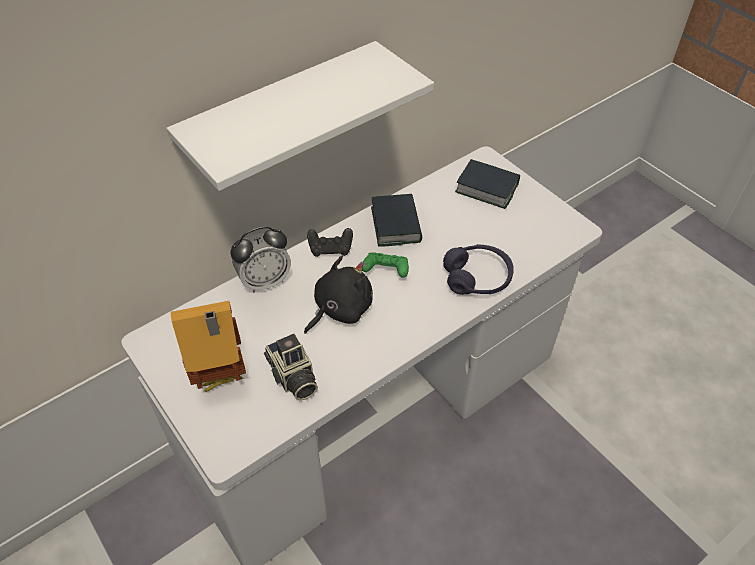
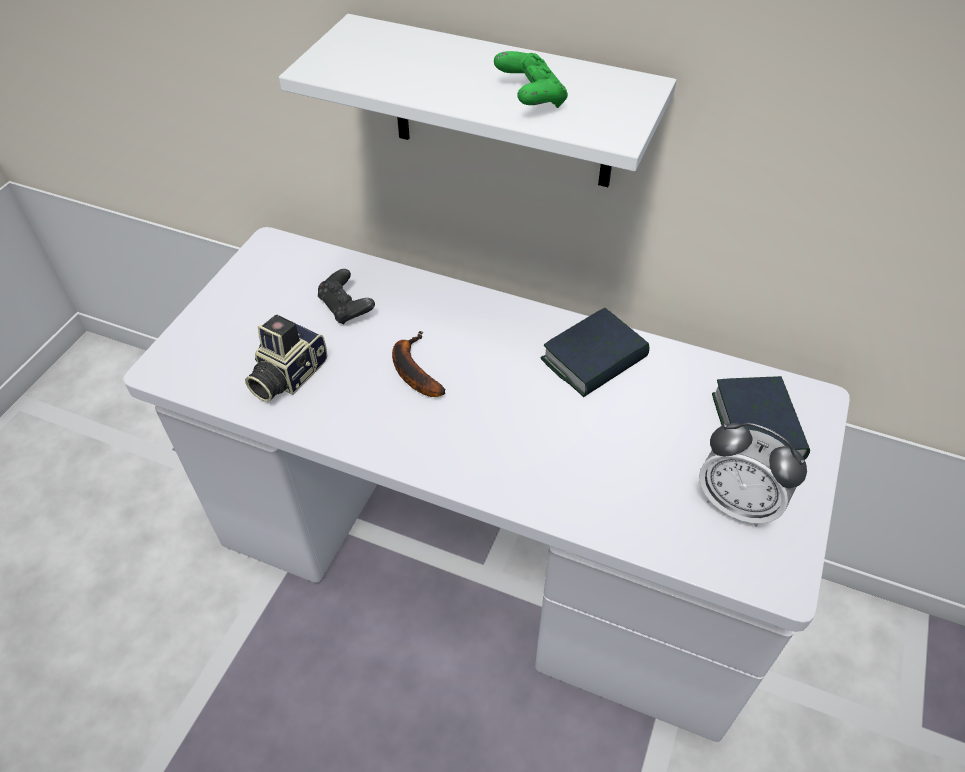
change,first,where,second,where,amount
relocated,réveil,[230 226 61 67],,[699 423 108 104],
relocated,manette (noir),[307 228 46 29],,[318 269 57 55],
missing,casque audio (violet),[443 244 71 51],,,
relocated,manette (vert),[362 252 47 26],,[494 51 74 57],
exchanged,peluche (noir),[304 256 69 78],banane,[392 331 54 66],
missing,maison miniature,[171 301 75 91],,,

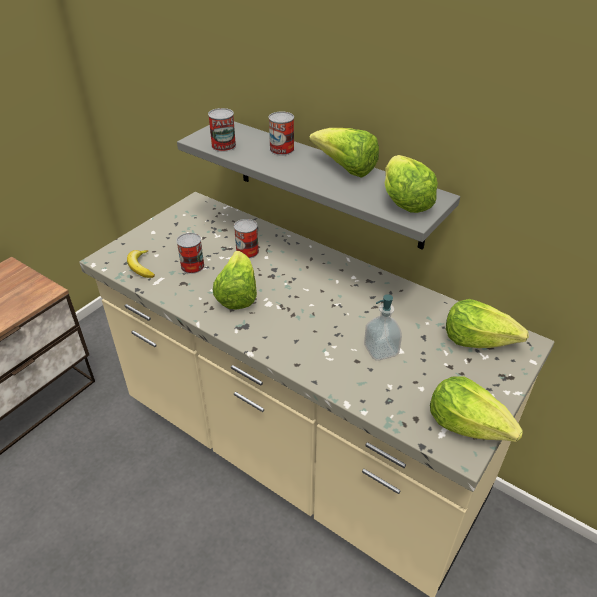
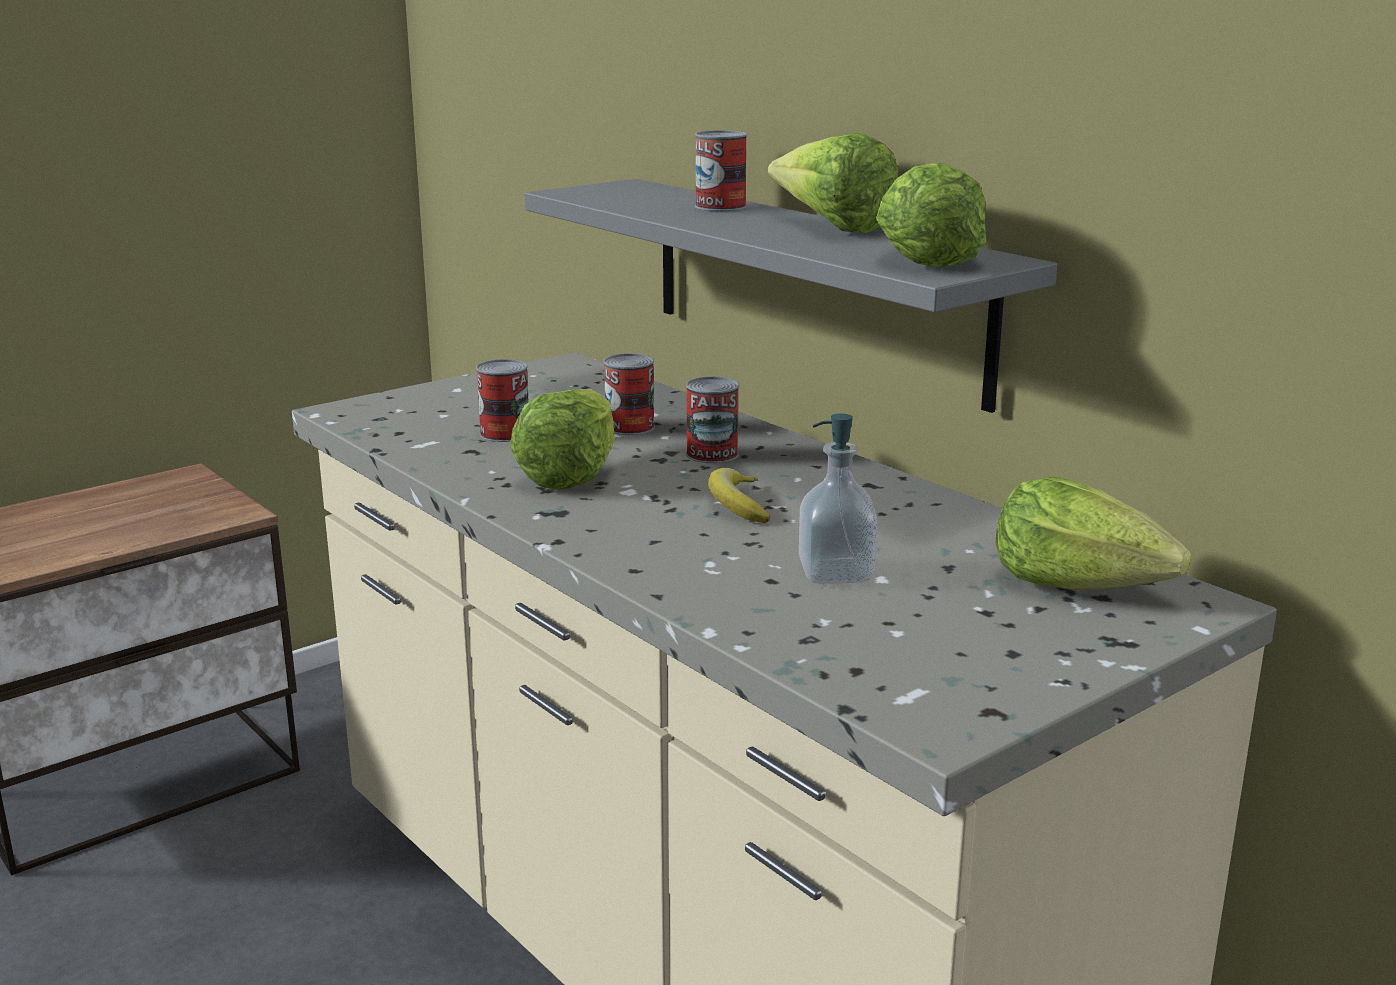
change,first,where,second,where,amount
relocated,boîte métallique,[208 108 28 44],,[686 377 53 86],
relocated,banane,[127 250 28 28],,[708 468 62 55],
missing,laitue,[430 376 93 66],,,

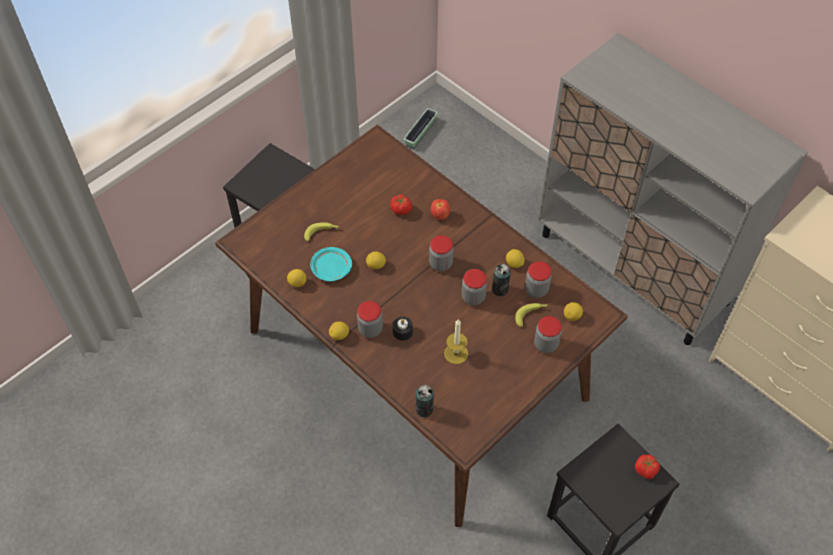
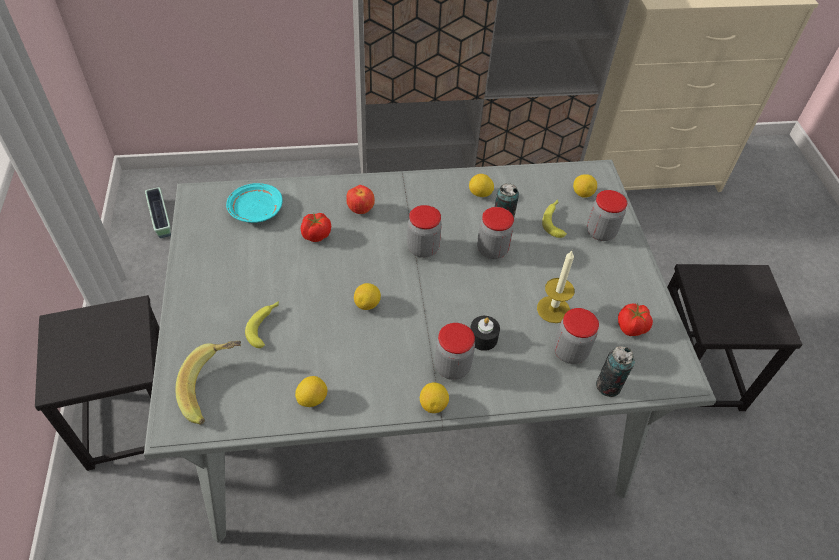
change,first,where,second,where,amount
colour,table à manger (marron),[215 125 413 402],table à manger (gris),[144 160 572 383],
relocated,assiette (turquoise),[310 247 42 35],,[226 183 57 40],
relocated,bocal,[525 261 26 37],,[554 308 45 56],
relocated,tomate,[635 455 25 24],,[618 303 35 33],
appeared,,,banane,[175 341 66 83],

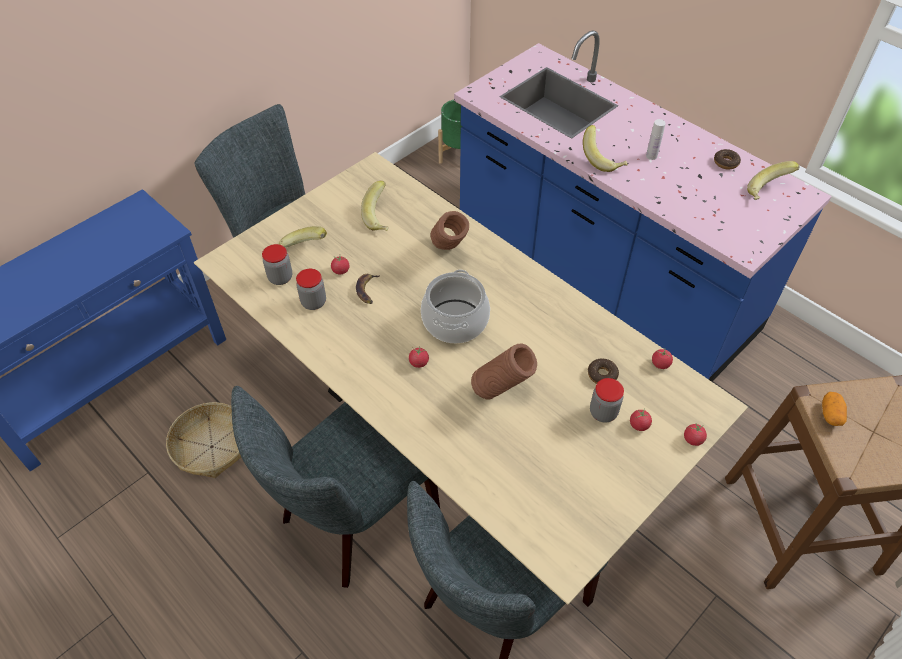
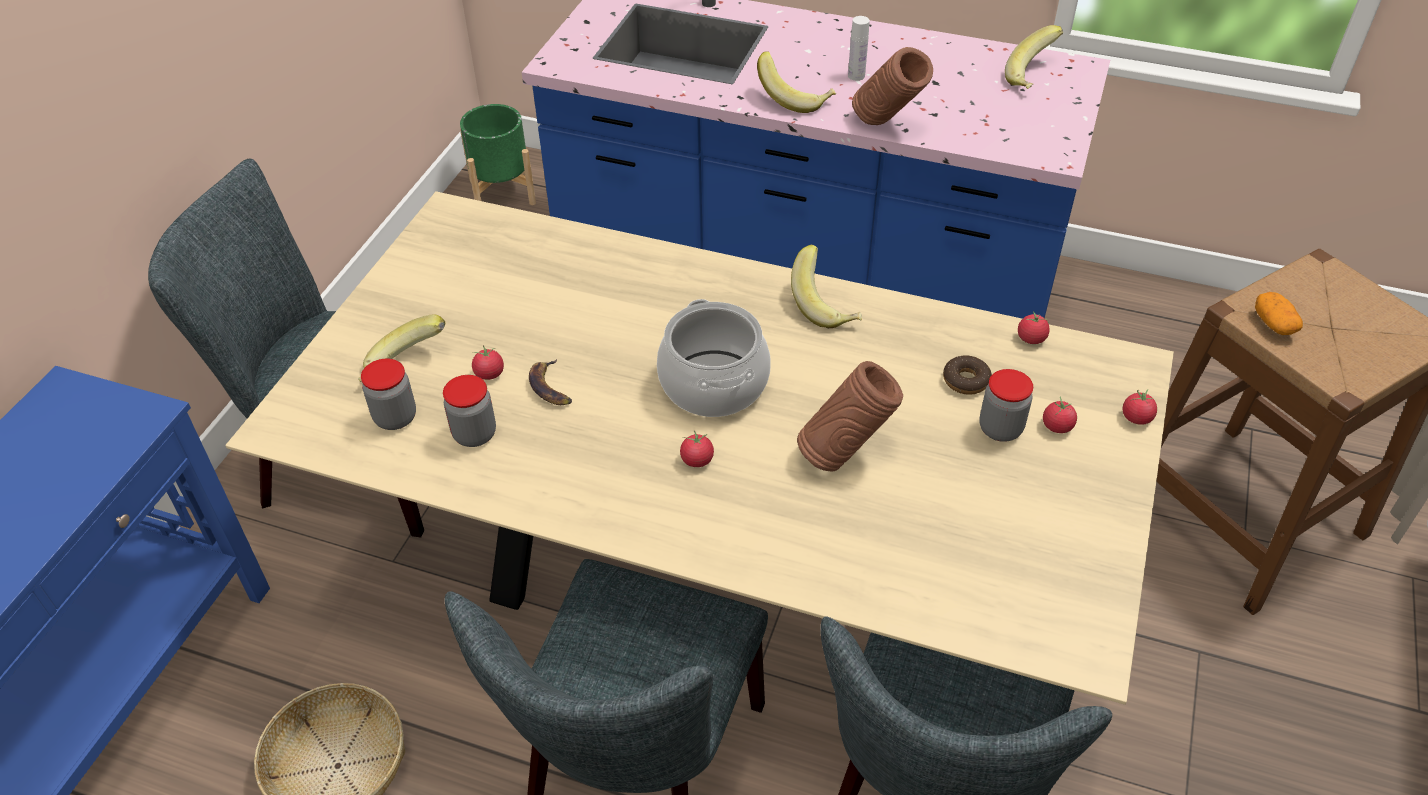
change,first,where,second,where,amount
missing,beignet,[714 149 27 20],,,
relocated,banane,[361 181 28 50],,[791 245 71 83],
relocated,vase (marron),[430 211 39 39],,[852 47 81 78],

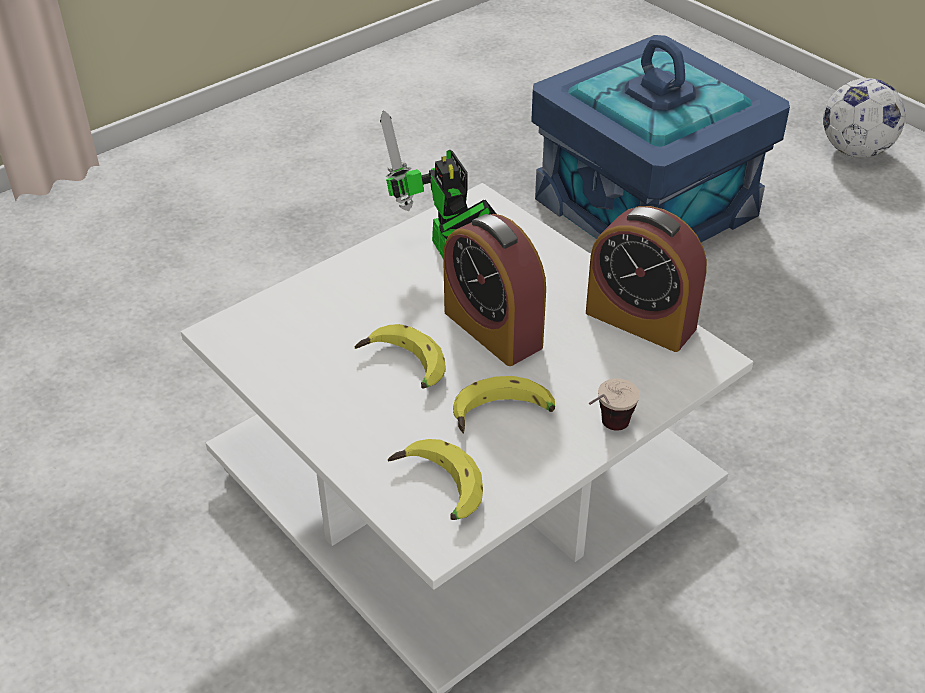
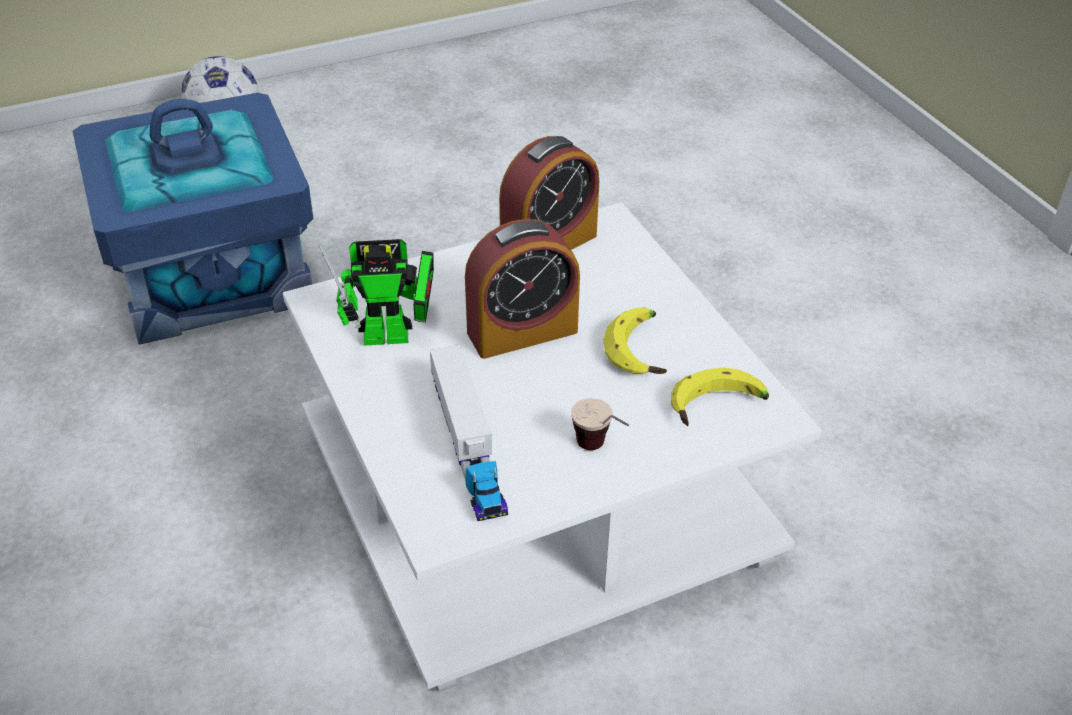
change,first,where,second,where,amount
missing,banane,[355 324 91 65],,,
relocated,tasse,[589 378 51 53],,[571 398 58 52],
appeared,,,camion jouet,[430 345 78 176],

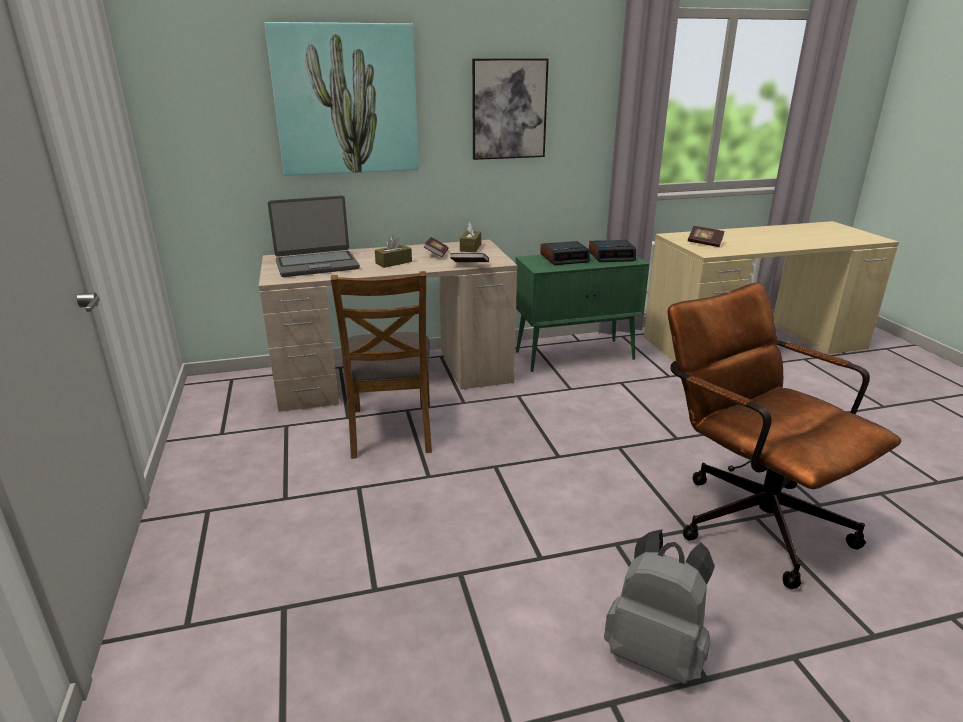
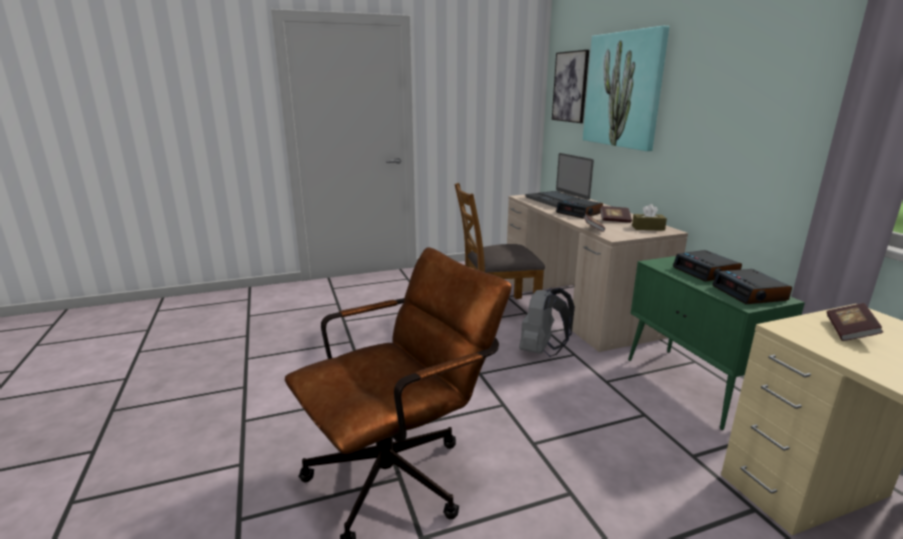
change,first,where,second,where,amount
relocated,tableau,[472 58 77 102],,[552 50 37 73],
exchanged,boîte à mouchoirs (marron),[375 236 37 32],réveil,[556 198 47 21],
relocated,sac à dos (gris),[604 529 111 155],,[519 287 56 70],

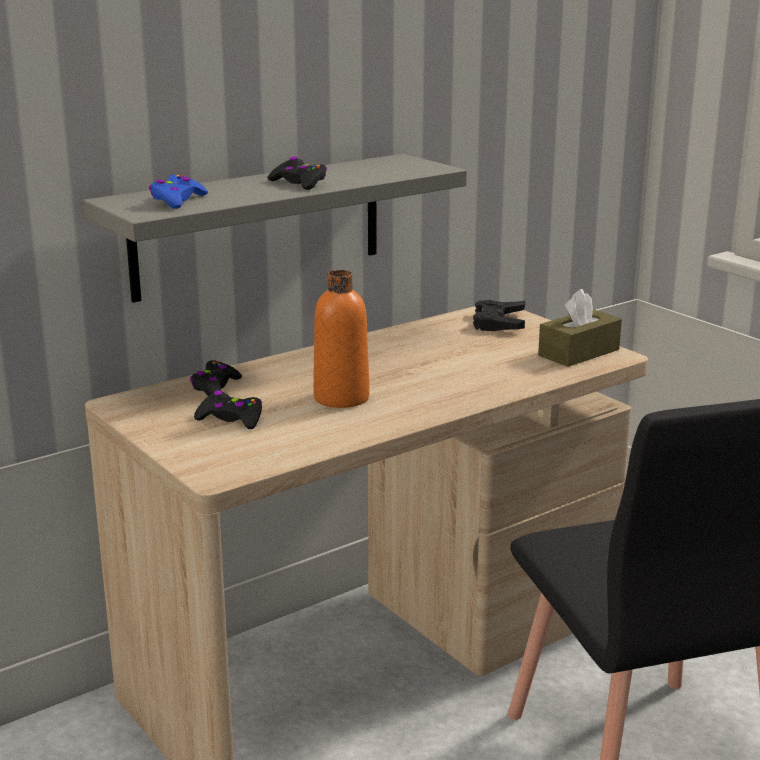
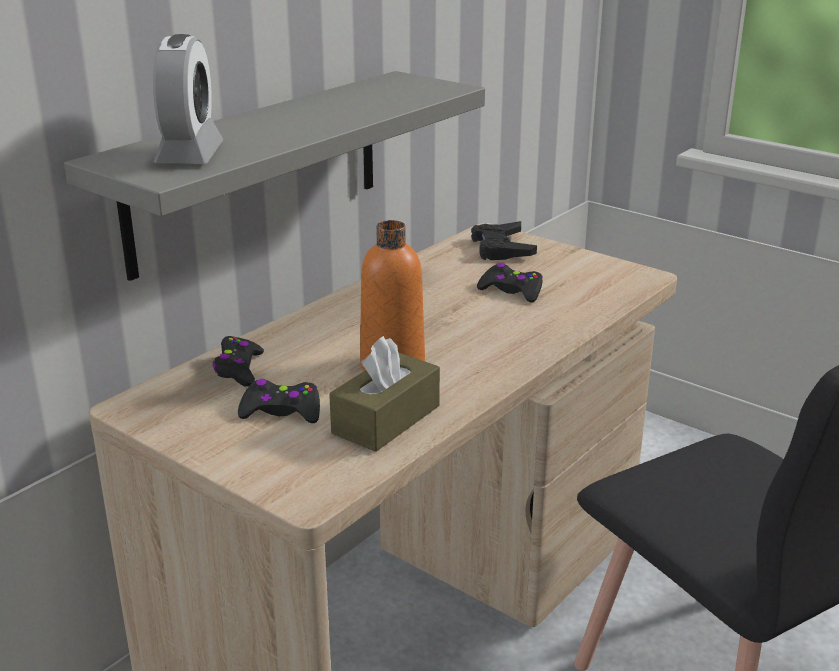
change,first,where,second,where,amount
relocated,manette (noir),[267 156 60 34],,[477 262 66 40],
exchanged,manette (bleu),[149 174 59 35],réveil,[153 34 70 130],
relocated,boîte à mouchoirs (marron),[538 289 84 78],,[329 336 111 116],

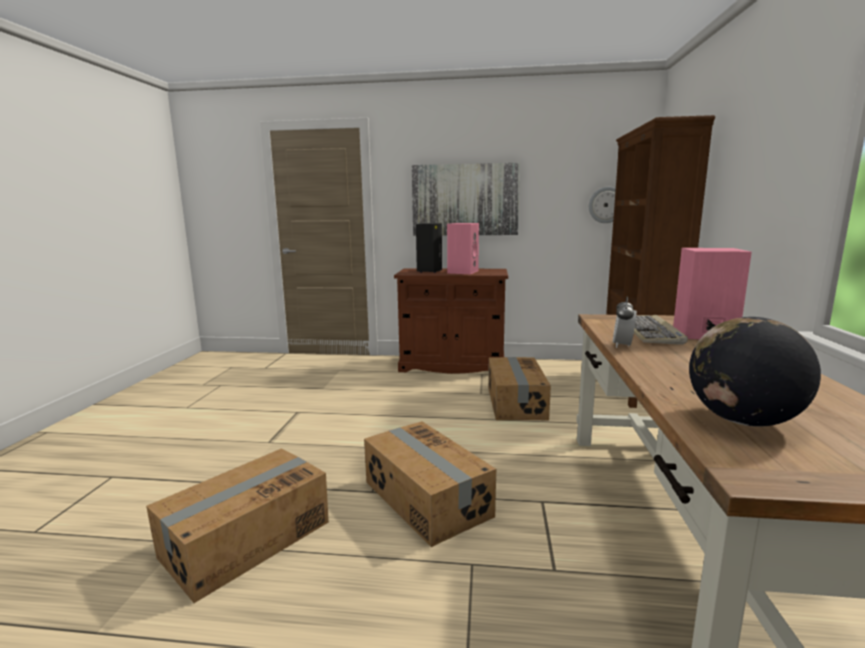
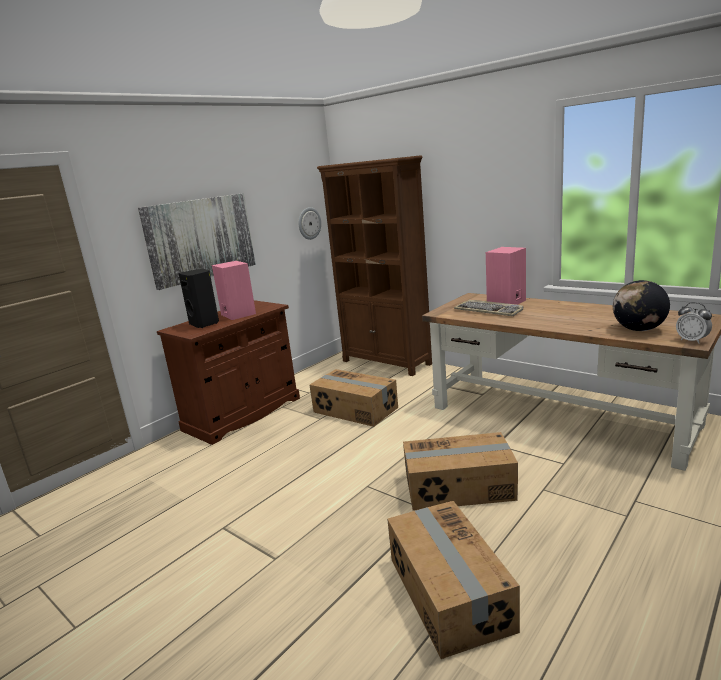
change,first,where,second,where,amount
relocated,réveil,[613 297 24 51],,[676 302 36 42],

